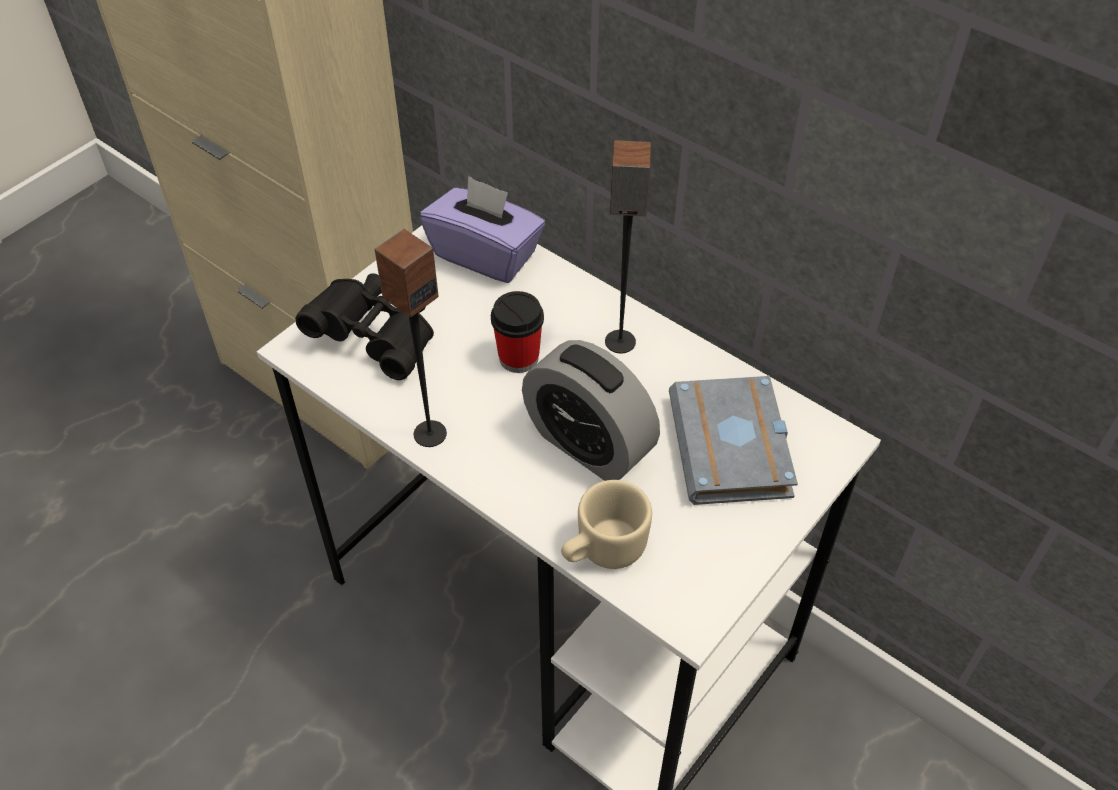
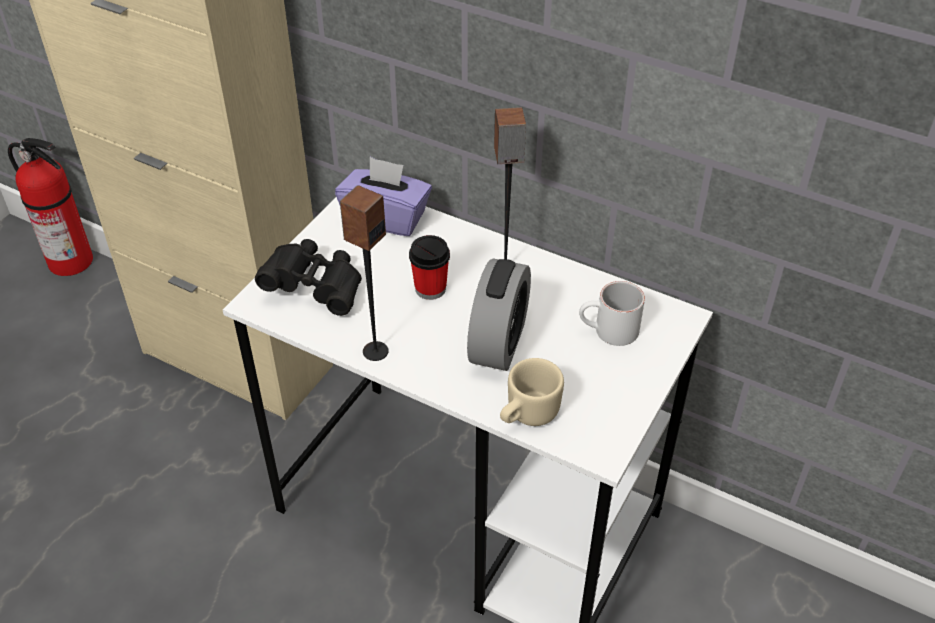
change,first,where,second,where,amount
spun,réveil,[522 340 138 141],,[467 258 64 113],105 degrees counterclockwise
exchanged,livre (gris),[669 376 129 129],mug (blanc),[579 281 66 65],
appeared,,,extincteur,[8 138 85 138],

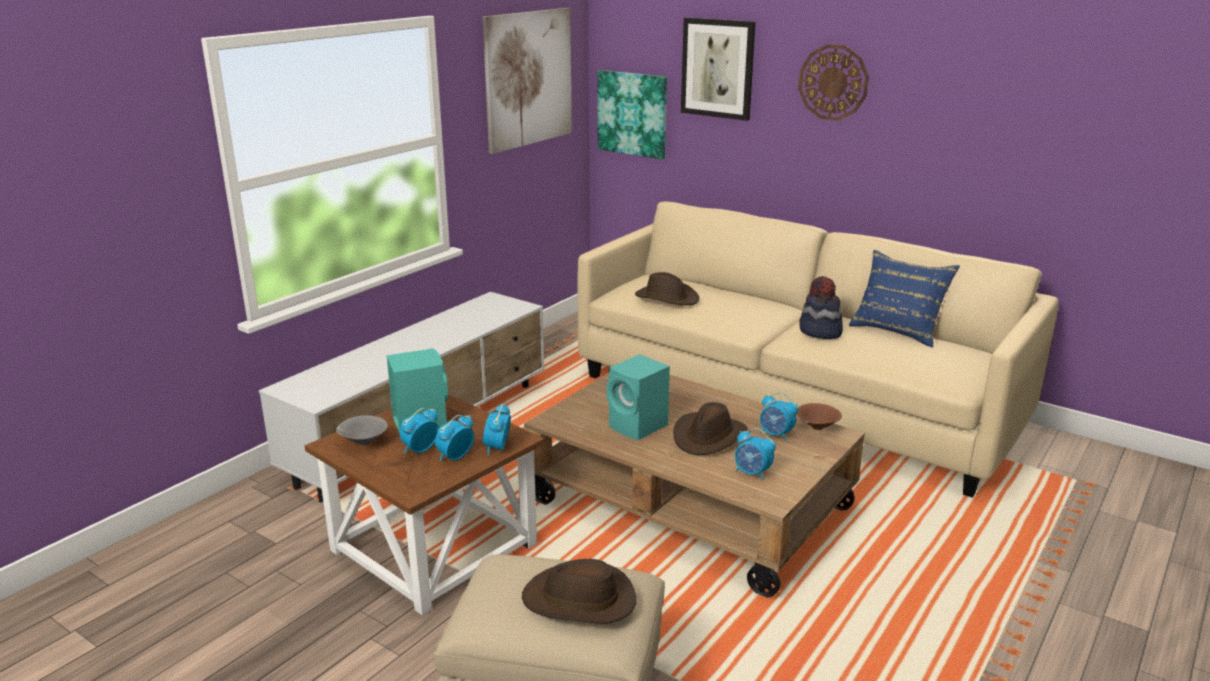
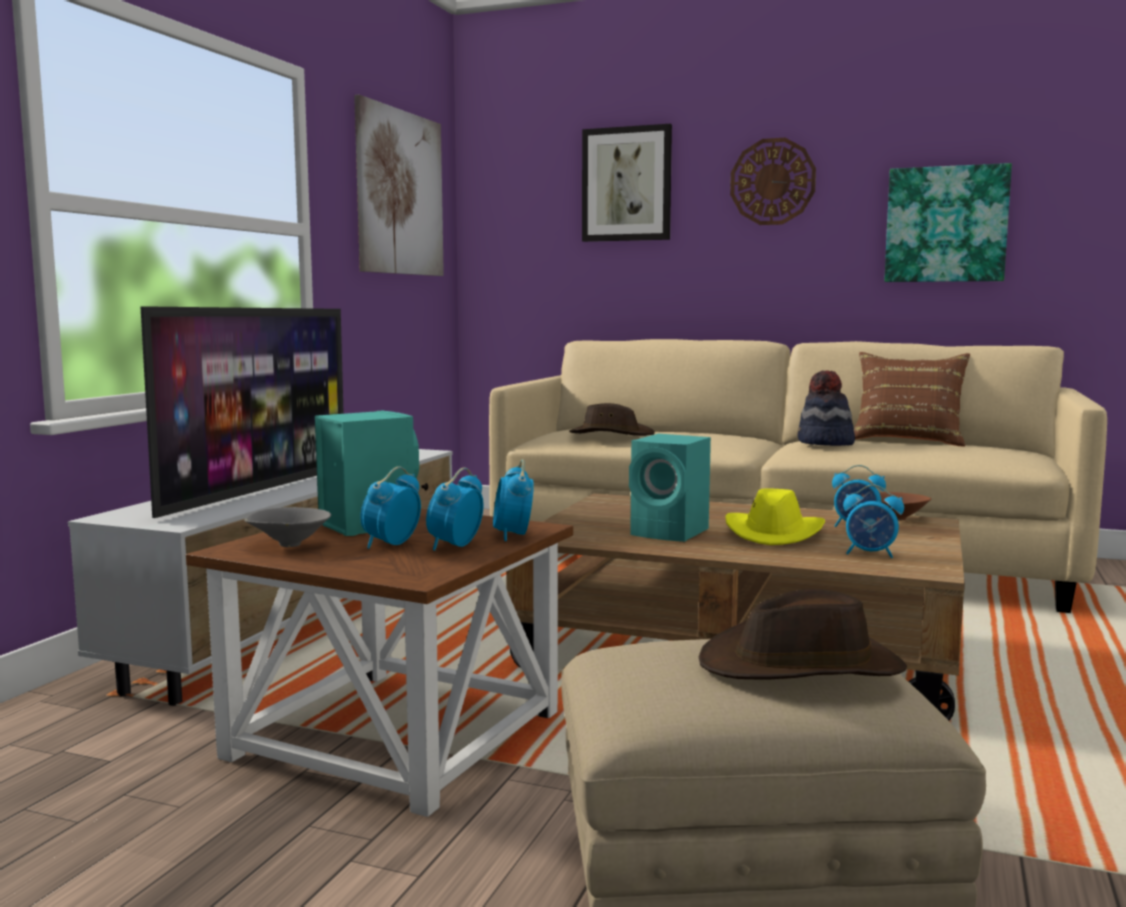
change,first,where,second,where,amount
relocated,tableau,[597 70 70 89],,[884 163 128 119],
colour,coussin (bleu),[849 250 111 98],coussin (marron),[854 352 116 95],
colour,chapeau (marron),[673 402 75 53],chapeau (jaune),[725 489 100 56],
appeared,,,téléviseur,[140 306 204 212],

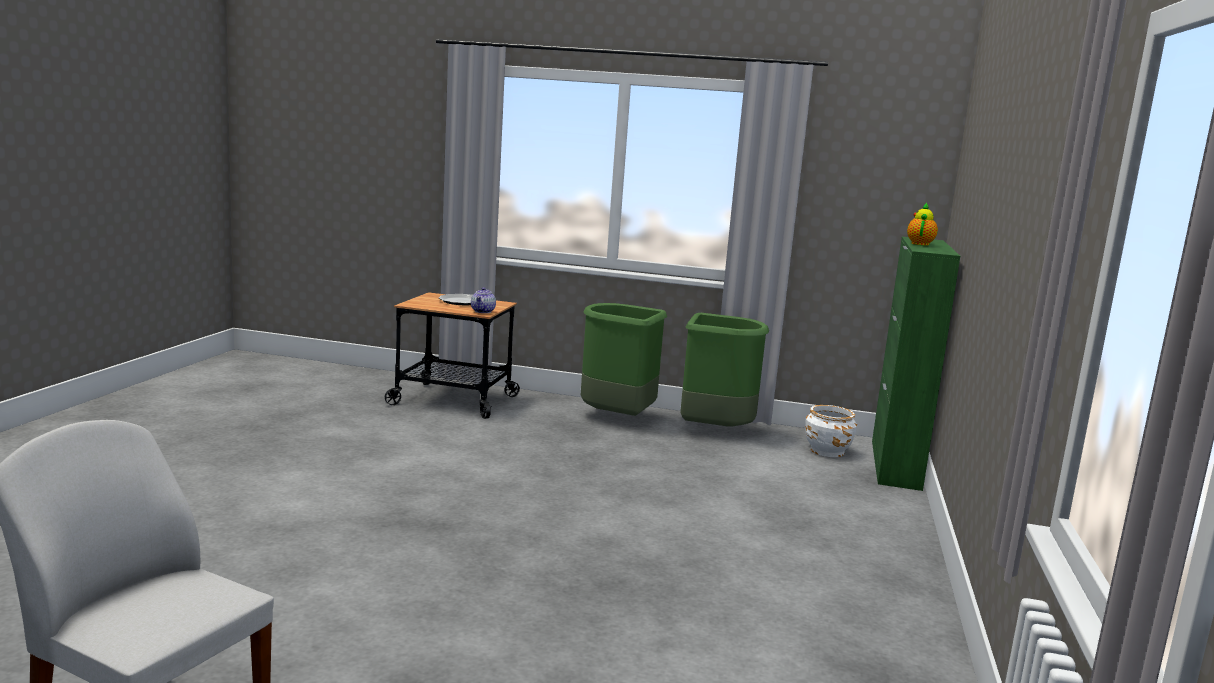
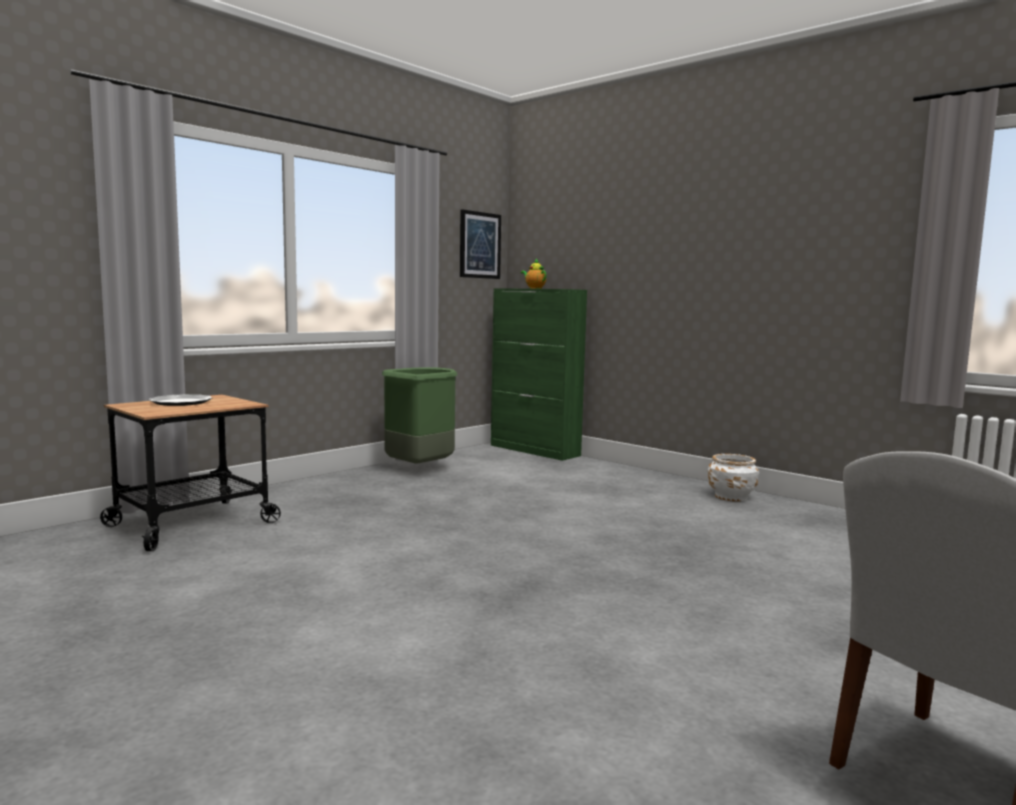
change,first,where,second,where,amount
missing,théière,[471 287 25 26],,,
missing,poubelle (vert),[581 303 86 113],,,
relocated,cache-pot (blanc),[805 405 52 52],,[708 454 51 47],
appeared,,,tableau,[460 209 41 70],

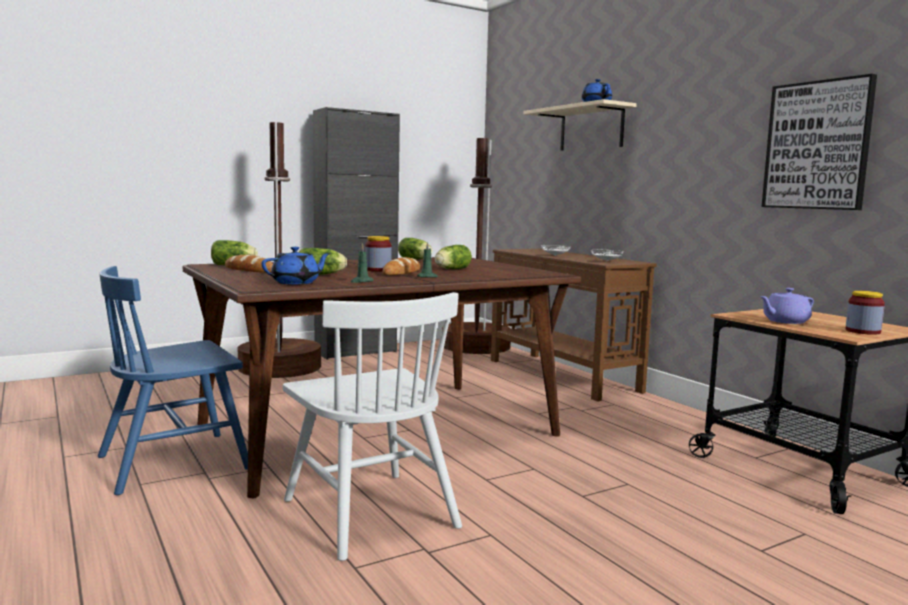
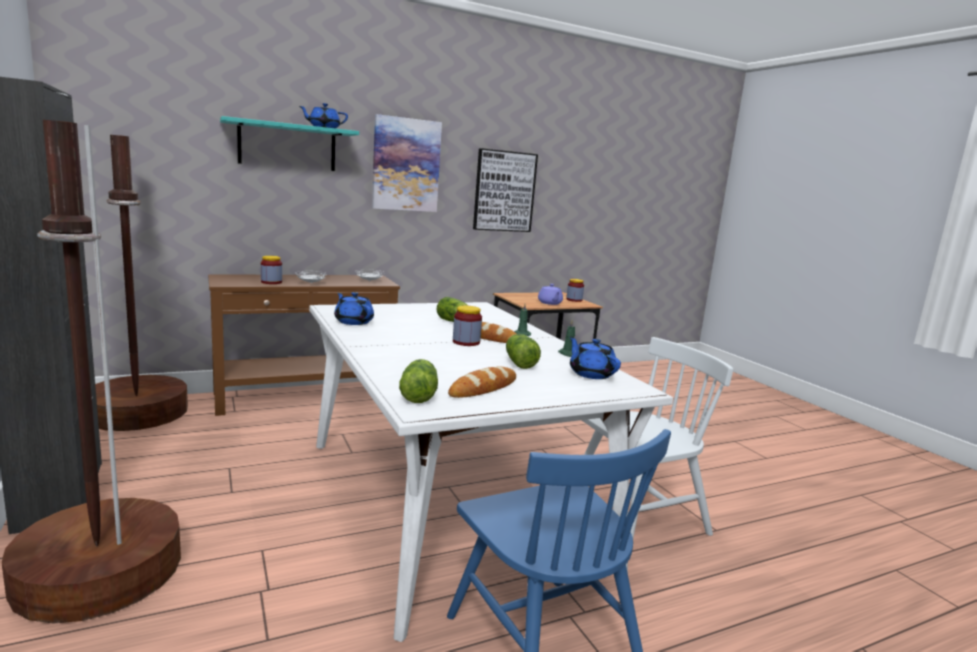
change,first,where,second,where,amount
colour,étagère (beige),[523 99 114 52],étagère (turquoise),[220 116 139 55],
exchanged,laitue,[398 238 35 21],théière (bleu),[334 292 40 33],
colour,table à manger (marron),[183 257 398 242],table à manger (blanc),[309 302 364 340],
appeared,,,tableau,[372 114 70 98],
appeared,,,bocal,[261 256 21 28],

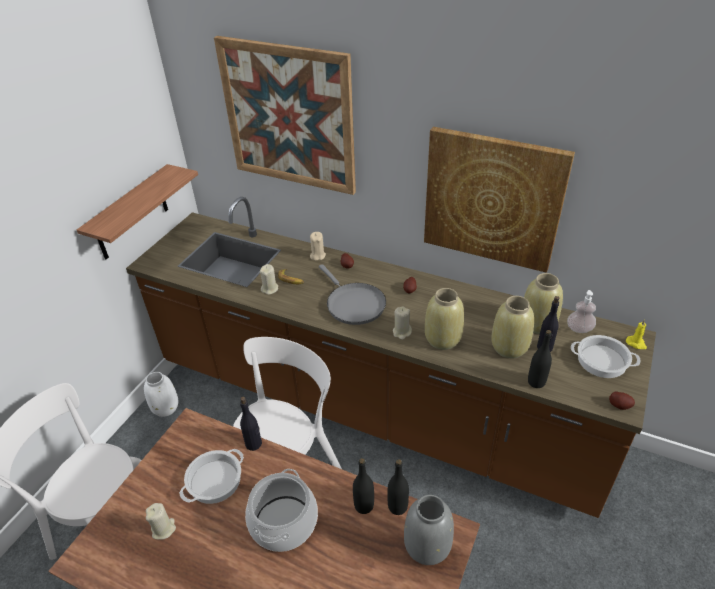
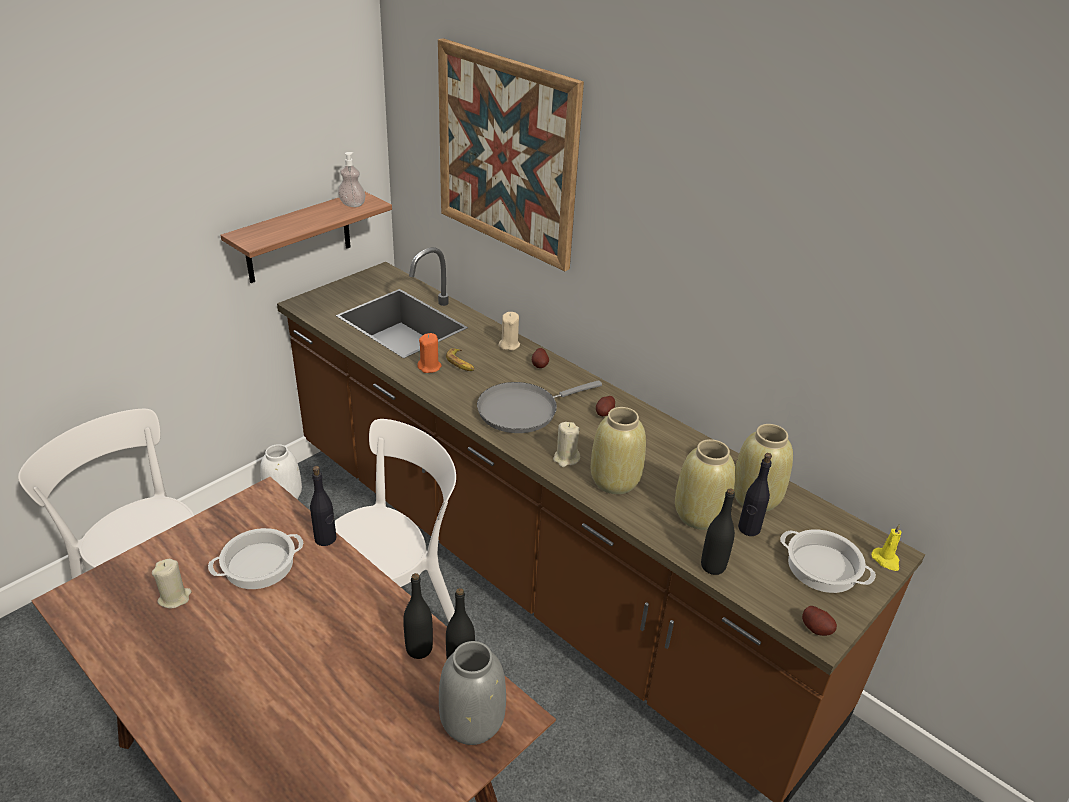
change,first,where,second,where,amount
missing,tableau,[424 127 151 146],,,
colour,bougie (beige),[260 264 18 31],bougie (orange),[417 333 25 40],
spun,poêle (gris),[319 264 67 61],,[477 380 125 53],75 degrees clockwise
relocated,distributeur de savon,[567 290 29 43],,[338 152 28 55],
missing,marmite,[245 469 73 83],,,

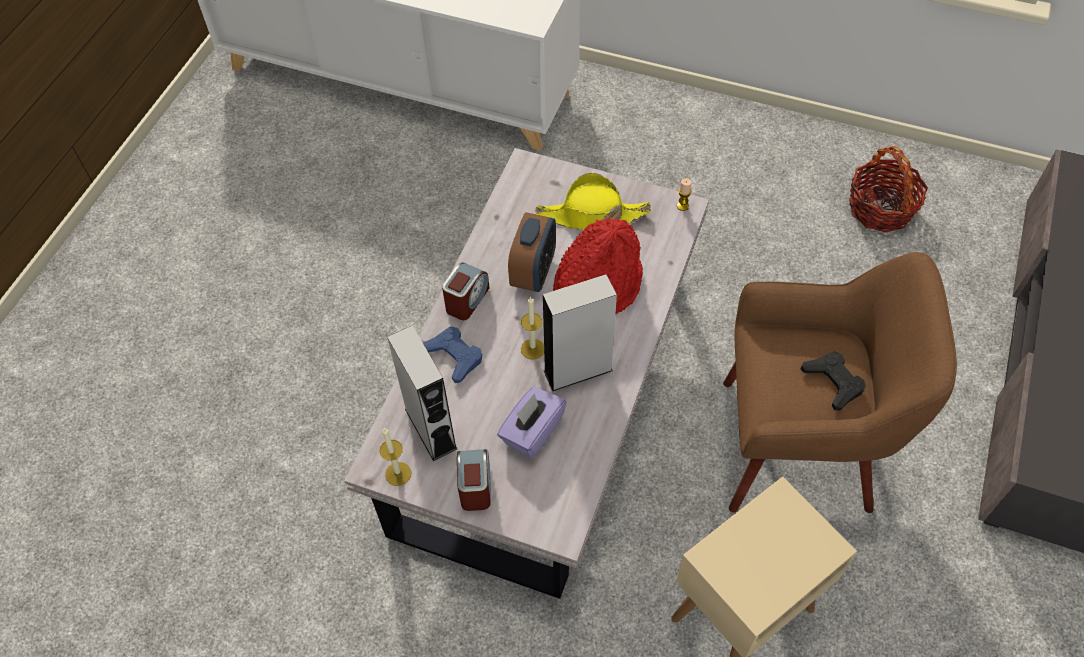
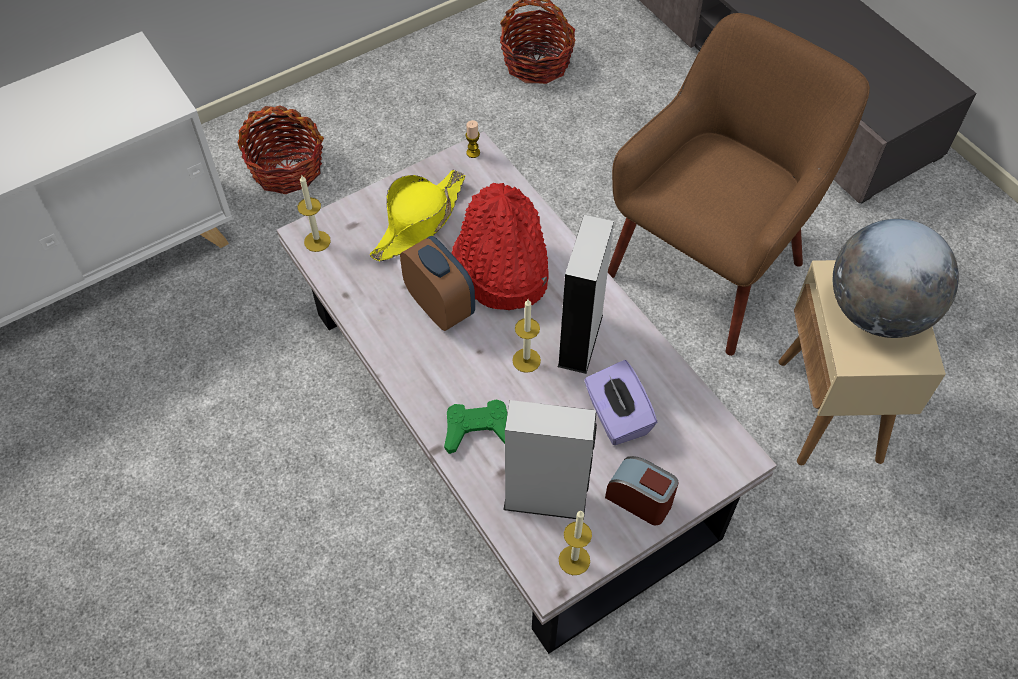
change,first,where,second,where,amount
missing,réveil,[442 262 47 58],,,
colour,manette (bleu),[423 326 59 57],manette (vert),[444 400 63 54],
missing,manette (noir),[800 351 66 59],,,
appeared,,,panier,[237 105 87 89],
appeared,,,bougie,[298 175 33 77],
appeared,,,globe,[833 219 126 119],

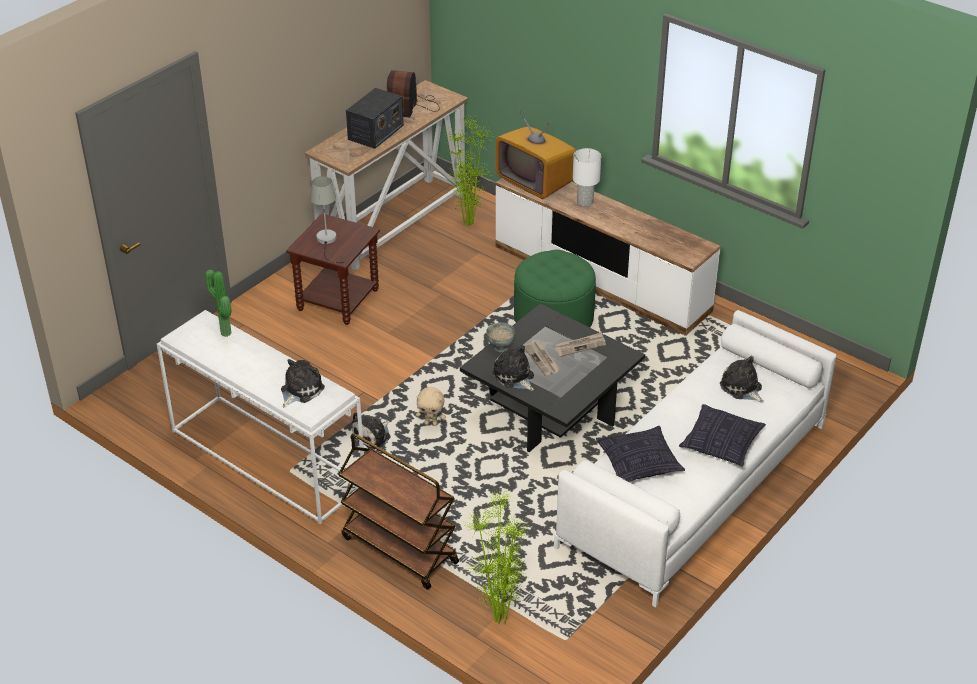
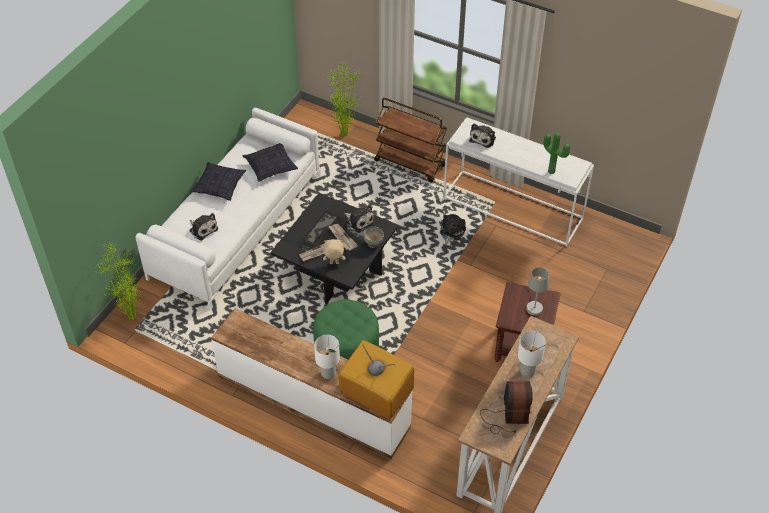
change,first,where,second,where,amount
exchanged,radio,[346 88 58 61],lampe de table (blanc),[518 331 28 46],
relocated,plante en pot,[447 117 46 109],,[96 241 47 79],
relocated,peluche (beige),[416 387 30 39],,[323 239 22 25],

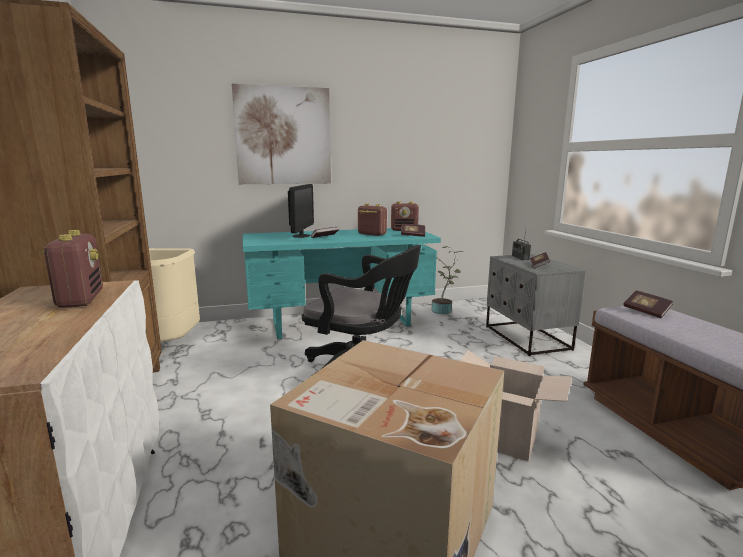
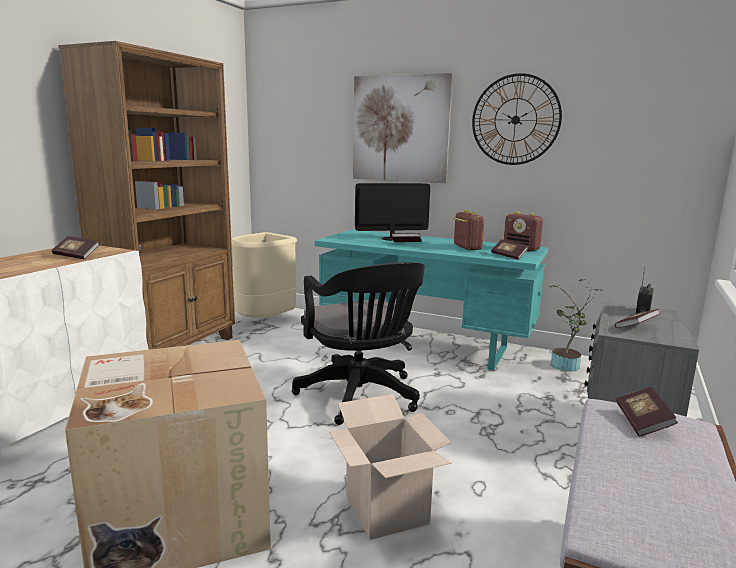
change,first,where,second,where,amount
spun,écran d'ordinateur,[288 184 26 54],,[355 183 75 58],150 degrees counterclockwise
exchanged,radio,[41 230 62 78],livre,[52 236 48 24],
appeared,,,horloge murale,[472 73 90 92],

